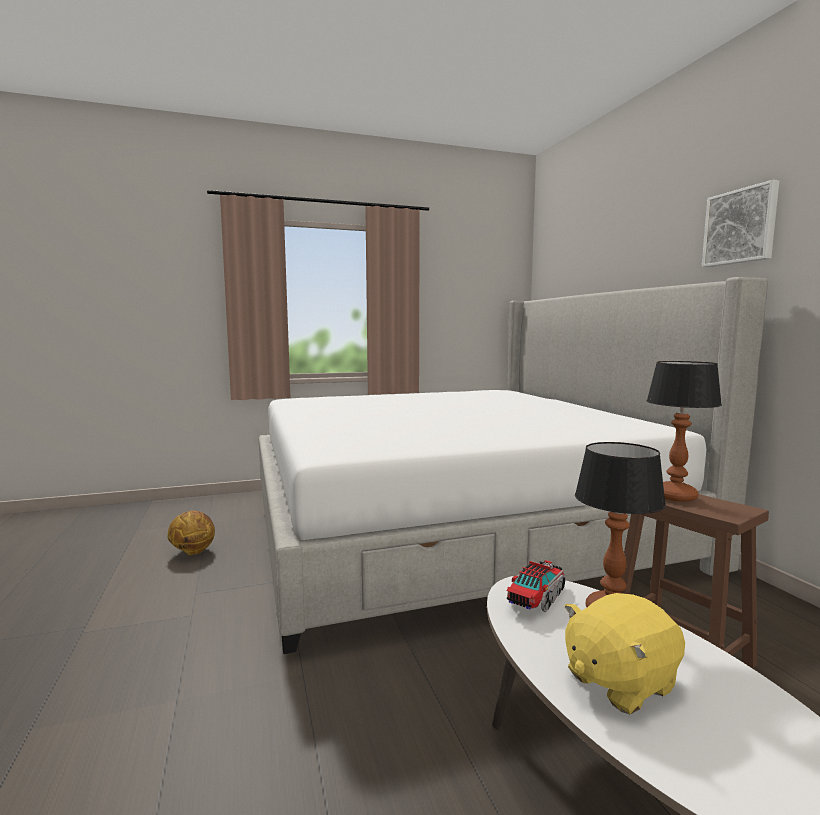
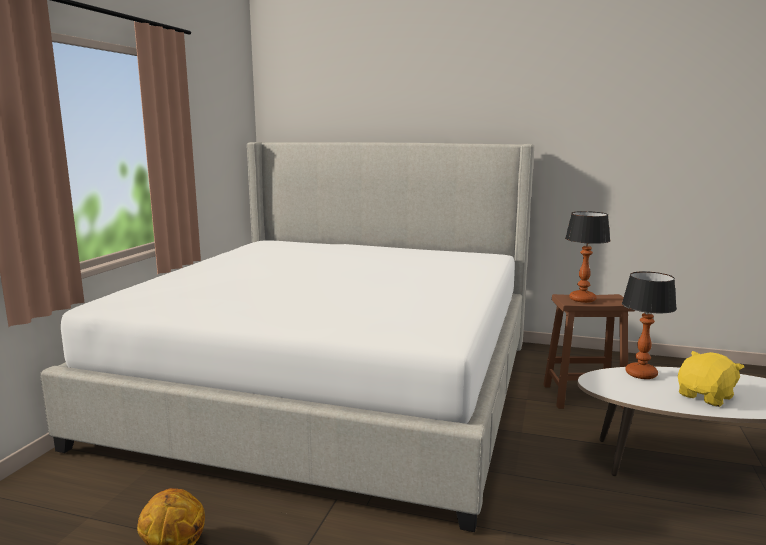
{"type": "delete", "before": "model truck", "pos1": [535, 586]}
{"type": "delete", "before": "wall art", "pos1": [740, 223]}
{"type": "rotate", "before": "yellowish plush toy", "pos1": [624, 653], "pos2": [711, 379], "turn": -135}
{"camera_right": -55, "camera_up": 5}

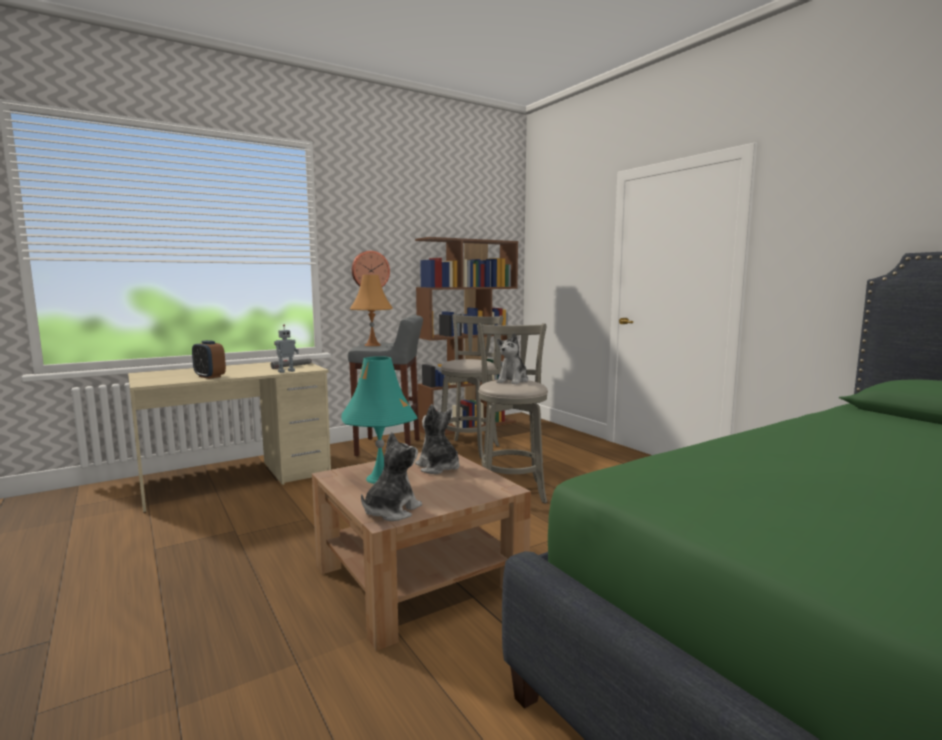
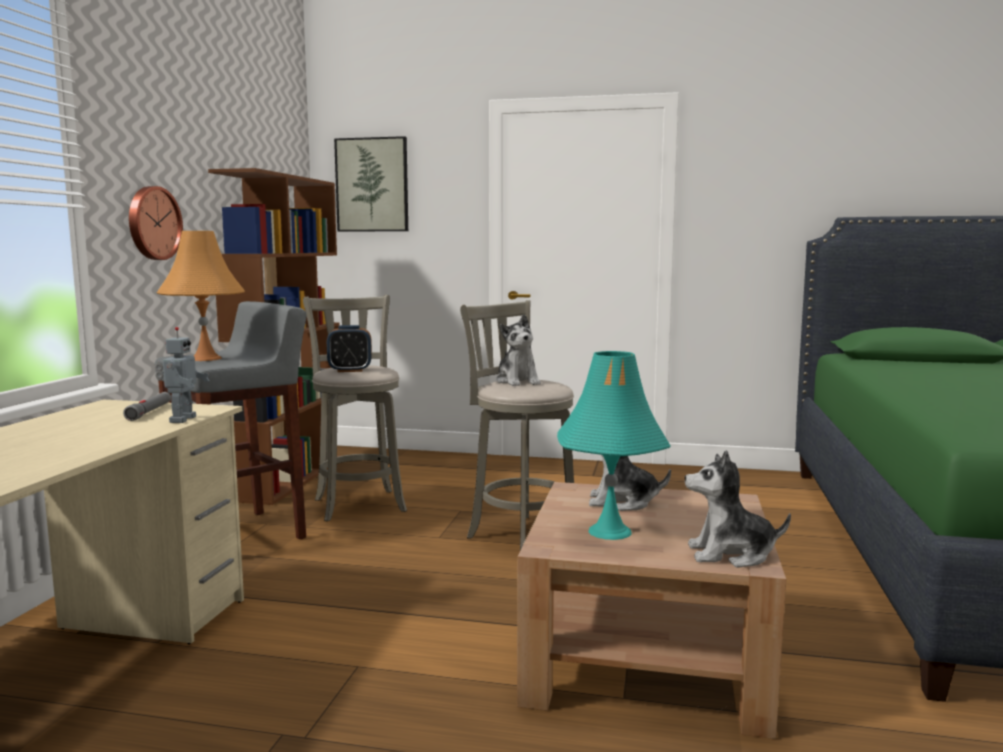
{"type": "insert", "after": "wall art", "pos2": [371, 184]}
{"type": "move", "before": "table clock", "pos1": [209, 359], "pos2": [349, 348]}
{"type": "rotate", "before": "plush toy", "pos1": [391, 476], "pos2": [738, 508], "turn": -75}
{"camera_right": -45, "camera_up": 0}

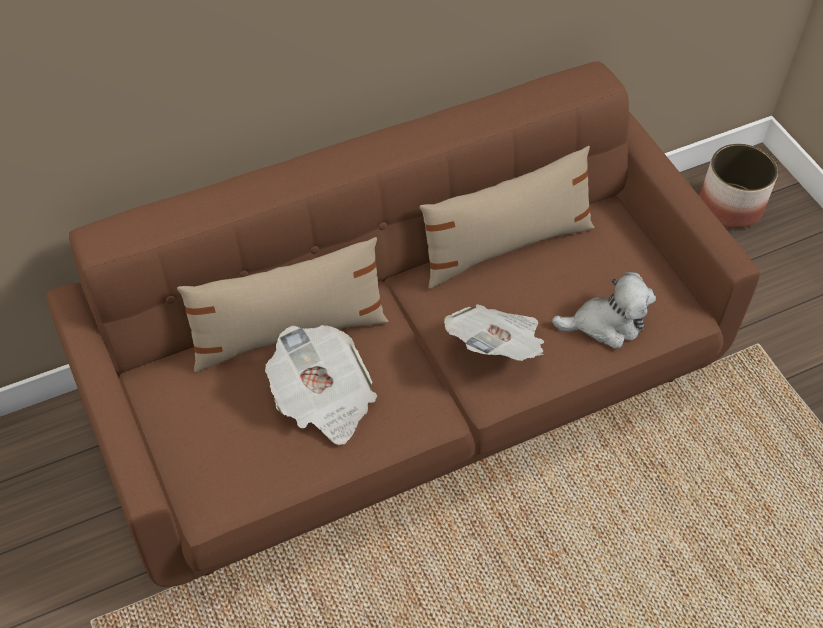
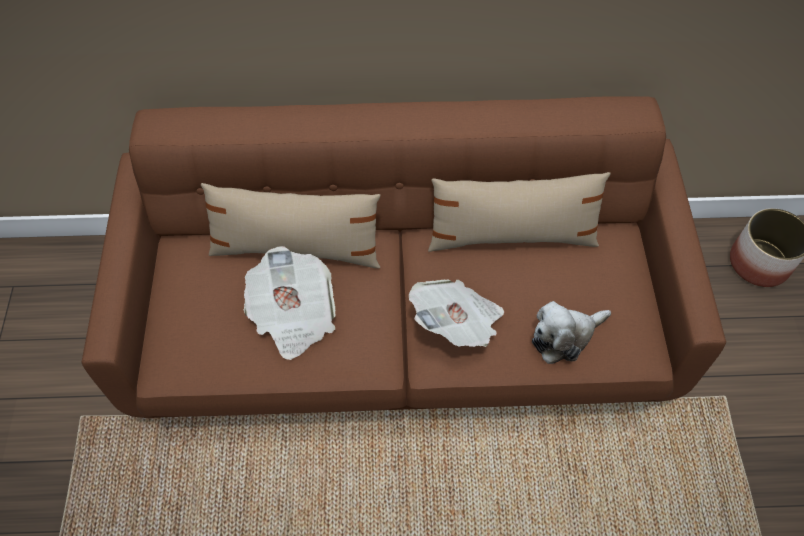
{"type": "rotate", "before": "plush toy", "pos1": [604, 310], "pos2": [571, 332], "turn": 135}
{"camera_right": 25, "camera_up": 5}

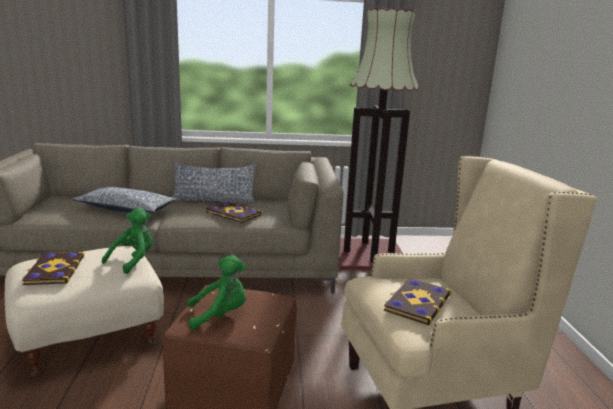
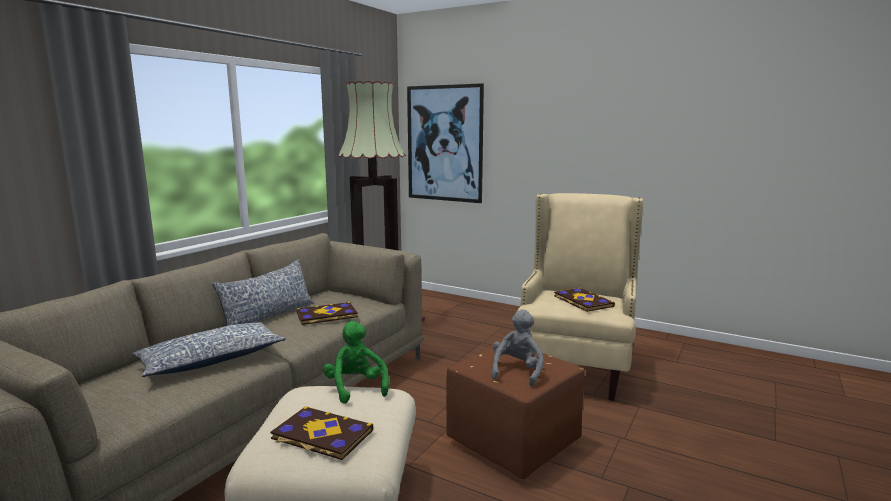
{"type": "insert", "after": "wall art", "pos2": [445, 143]}
{"type": "recolor", "before": "greenish plush toy", "after": "gray plush toy", "pos1": [216, 292], "pos2": [517, 348]}
{"camera_right": -55, "camera_up": -5}

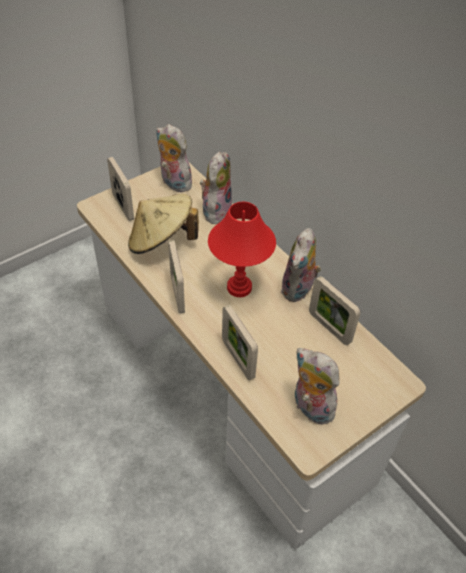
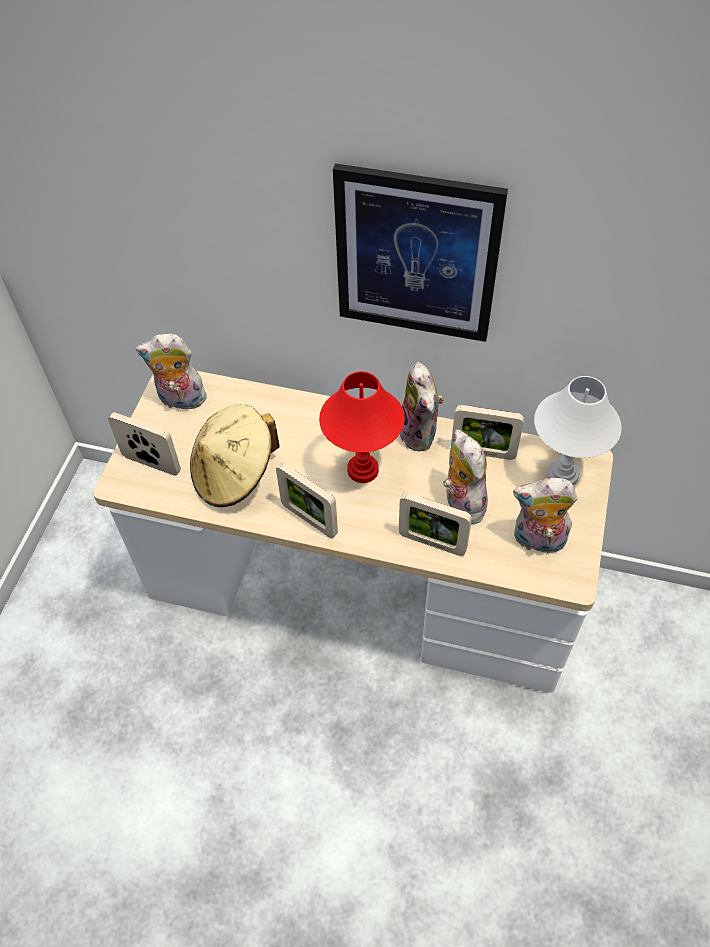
{"type": "insert", "after": "wall art", "pos2": [420, 252]}
{"type": "insert", "after": "white-coloured table lamp", "pos2": [578, 431]}
{"type": "move", "before": "plush toy", "pos1": [216, 188], "pos2": [466, 476]}
{"camera_right": -35, "camera_up": 5}

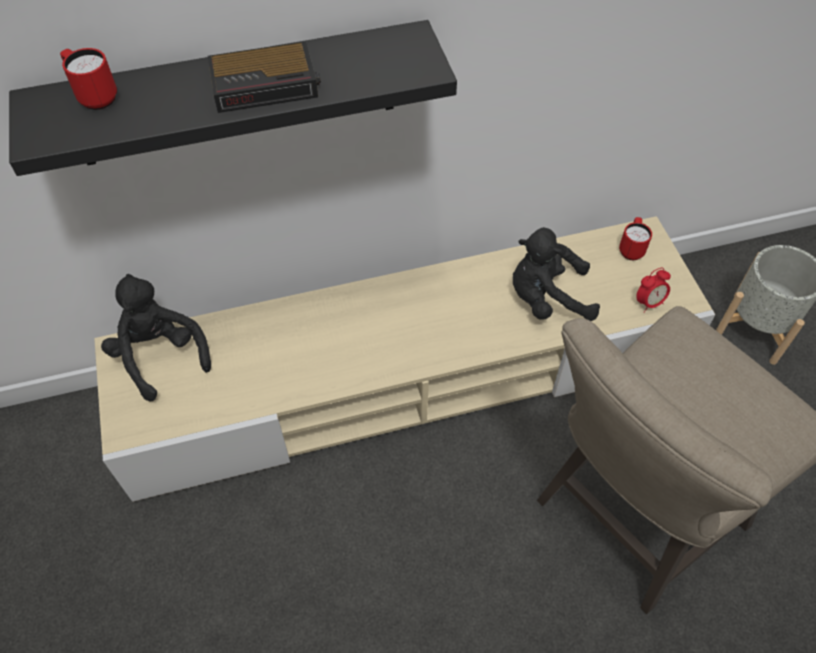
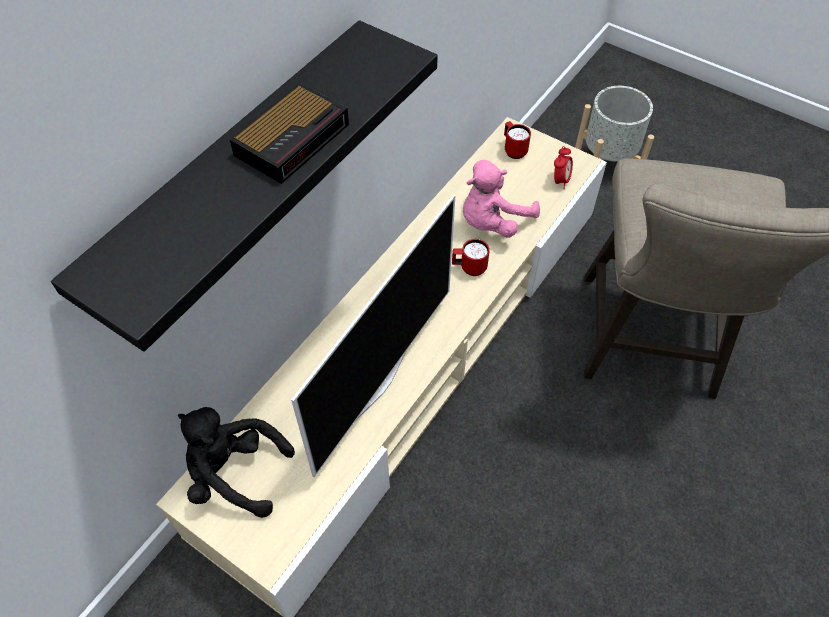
{"type": "insert", "after": "TV set", "pos2": [373, 335]}
{"type": "move", "before": "red mug", "pos1": [88, 79], "pos2": [471, 257]}
{"type": "recolor", "before": "blackish plush toy", "after": "pinkish plush toy", "pos1": [556, 274], "pos2": [501, 199]}
{"camera_right": -40, "camera_up": 0}

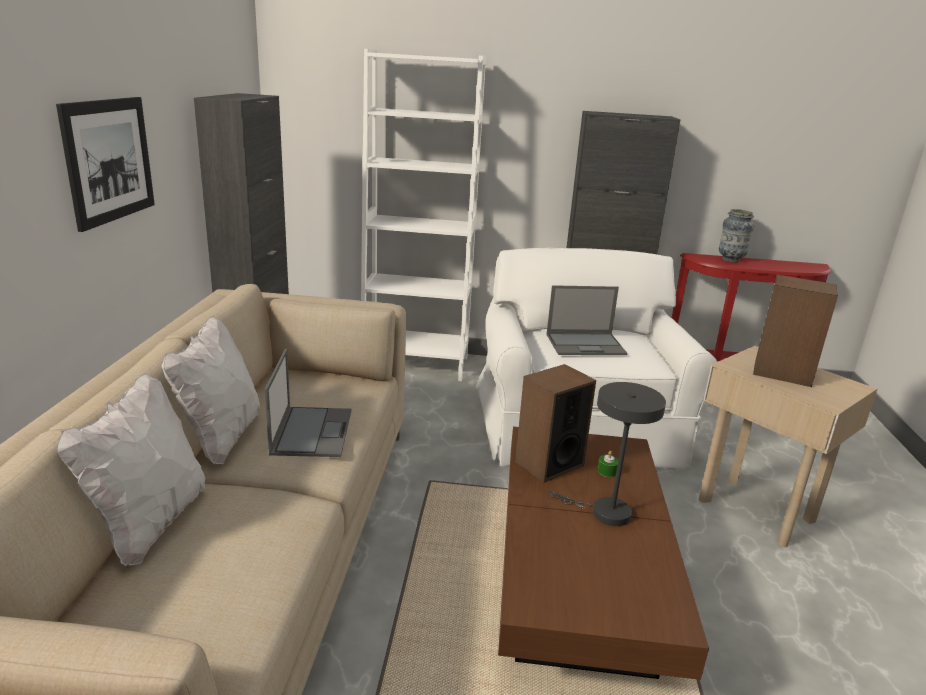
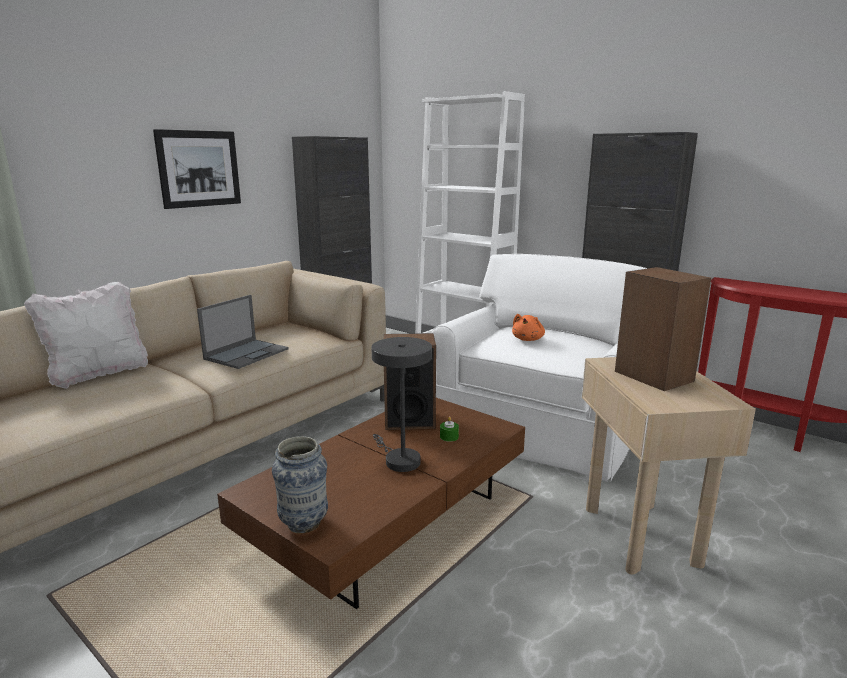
{"type": "delete", "before": "white-coloured pillow", "pos1": [211, 390]}
{"type": "move", "before": "vase", "pos1": [736, 235], "pos2": [300, 485]}
{"type": "replace", "before": "laptop", "after": "orange plush toy", "pos1": [586, 320], "pos2": [528, 327]}
{"camera_right": 35, "camera_up": -5}

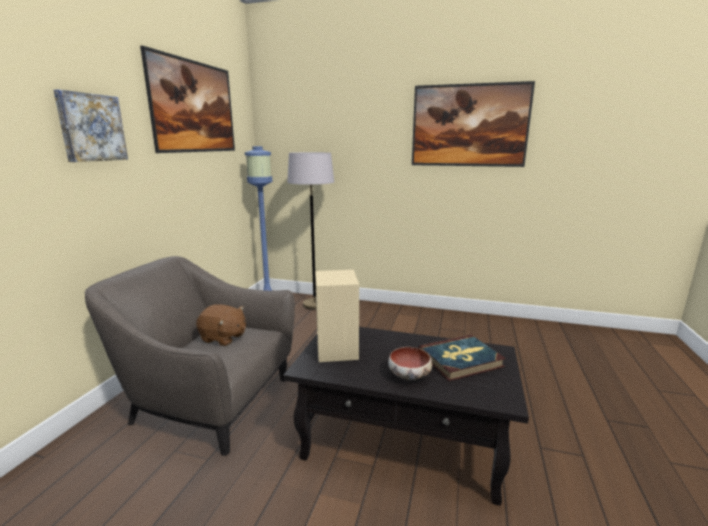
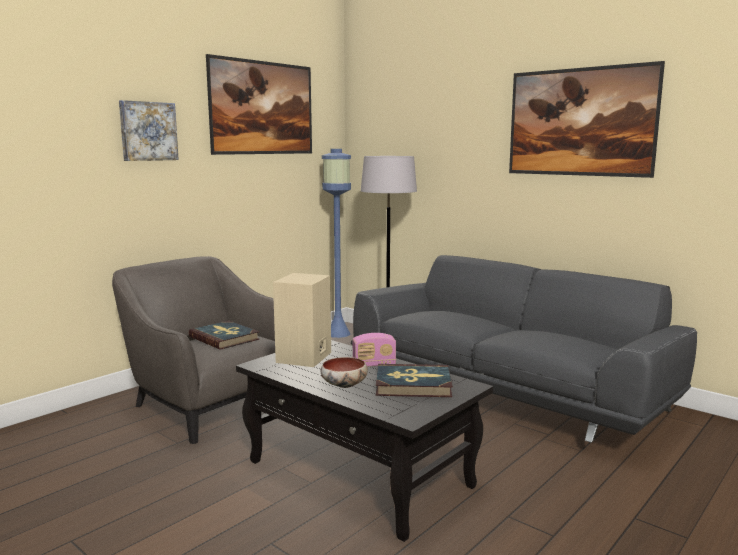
{"type": "insert", "after": "gray sofa", "pos2": [524, 349]}
{"type": "insert", "after": "radio", "pos2": [374, 350]}
{"type": "replace", "before": "brown plush toy", "after": "bound book", "pos1": [221, 325], "pos2": [224, 335]}
{"camera_right": 25, "camera_up": -5}

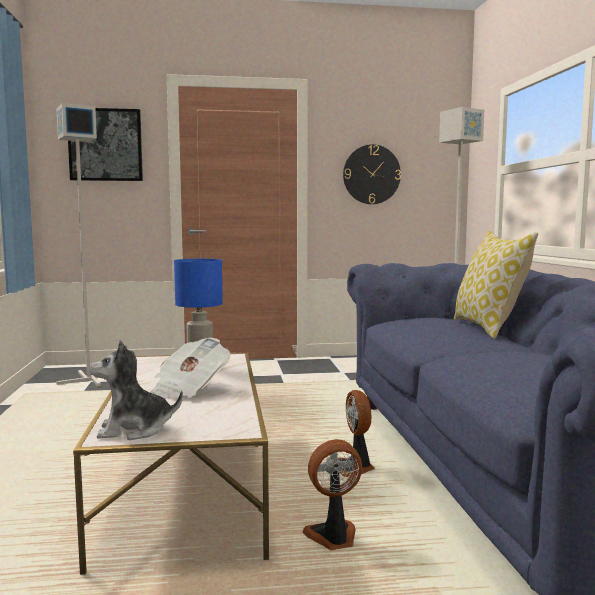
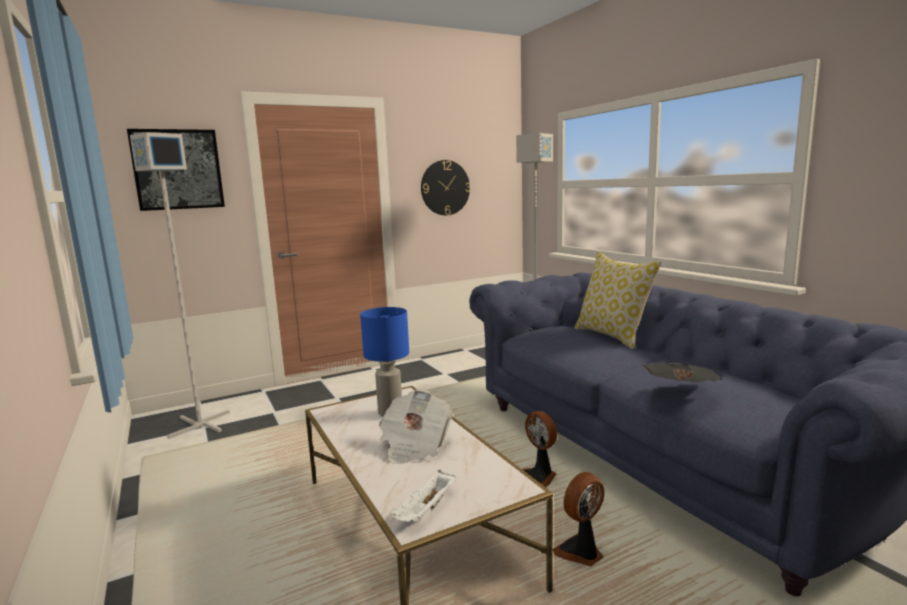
{"type": "insert", "after": "printed paper", "pos2": [681, 372]}
{"type": "replace", "before": "plush toy", "after": "white-coloured carrying tray", "pos1": [136, 390], "pos2": [423, 496]}
{"camera_right": -20, "camera_up": 5}

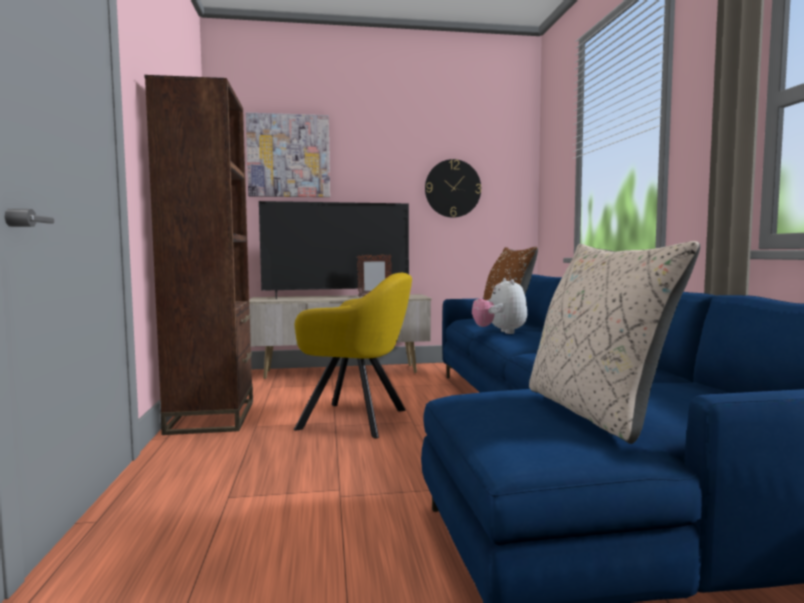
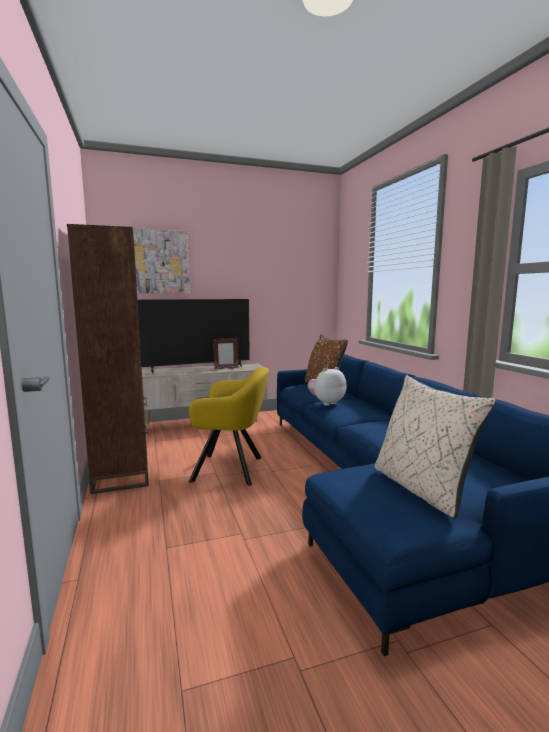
{"type": "delete", "before": "hanging clock", "pos1": [453, 188]}
{"type": "rotate", "before": "plush toy", "pos1": [499, 306], "pos2": [326, 386], "turn": 75}
{"camera_right": -10, "camera_up": 5}

